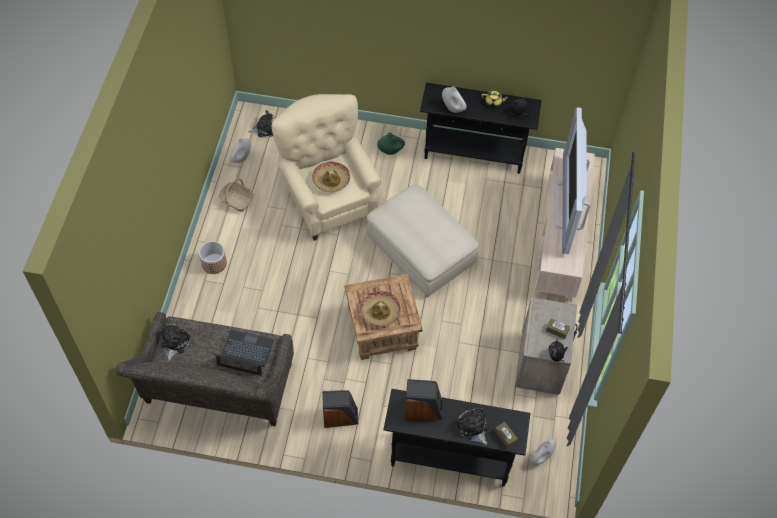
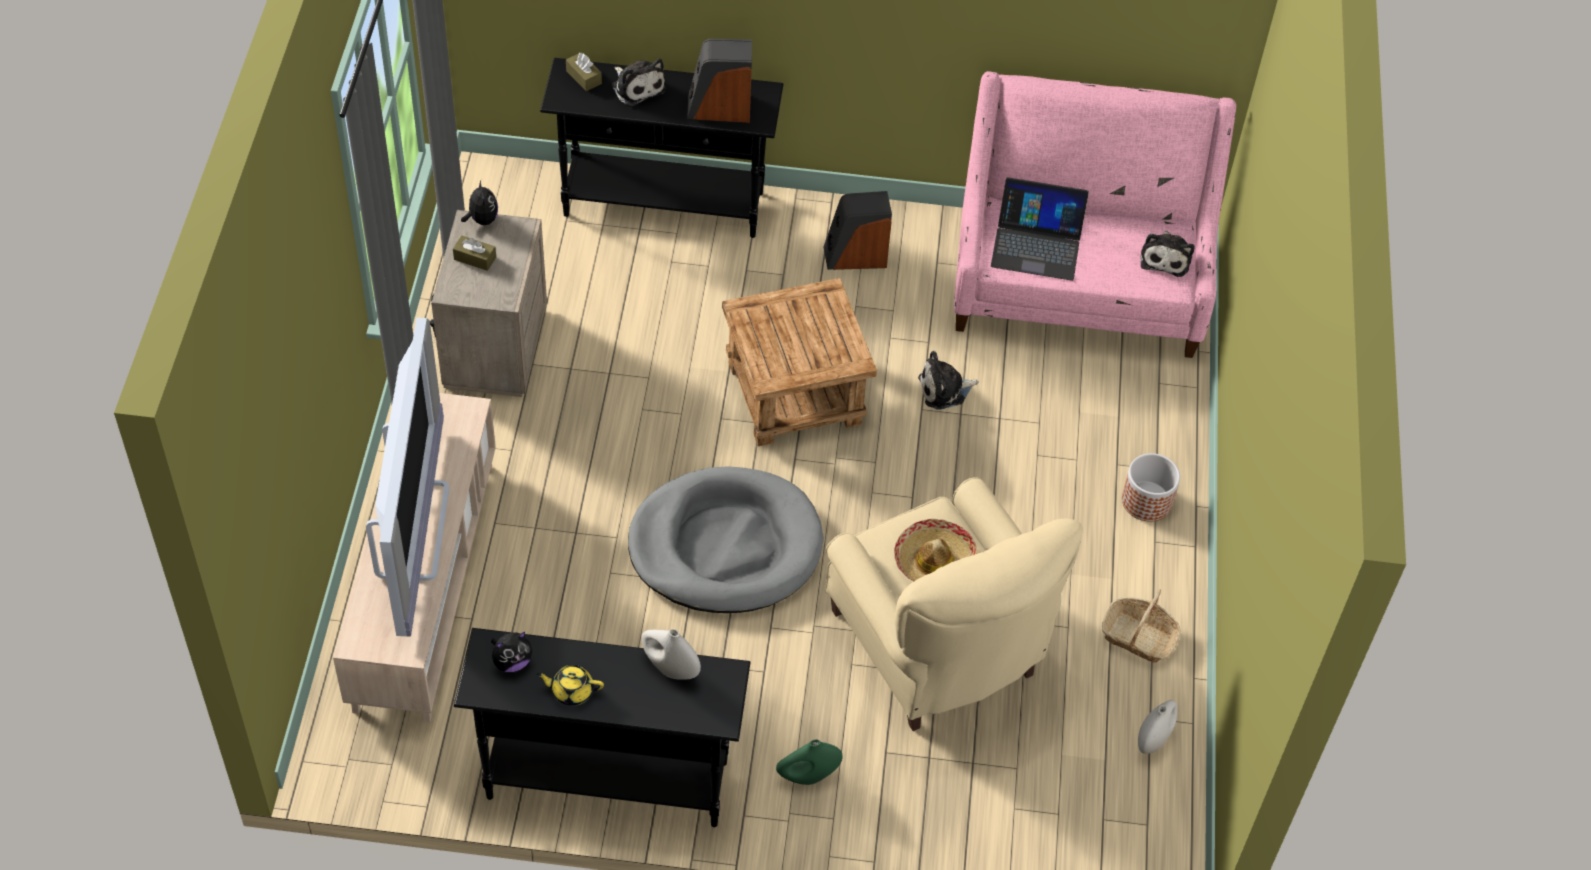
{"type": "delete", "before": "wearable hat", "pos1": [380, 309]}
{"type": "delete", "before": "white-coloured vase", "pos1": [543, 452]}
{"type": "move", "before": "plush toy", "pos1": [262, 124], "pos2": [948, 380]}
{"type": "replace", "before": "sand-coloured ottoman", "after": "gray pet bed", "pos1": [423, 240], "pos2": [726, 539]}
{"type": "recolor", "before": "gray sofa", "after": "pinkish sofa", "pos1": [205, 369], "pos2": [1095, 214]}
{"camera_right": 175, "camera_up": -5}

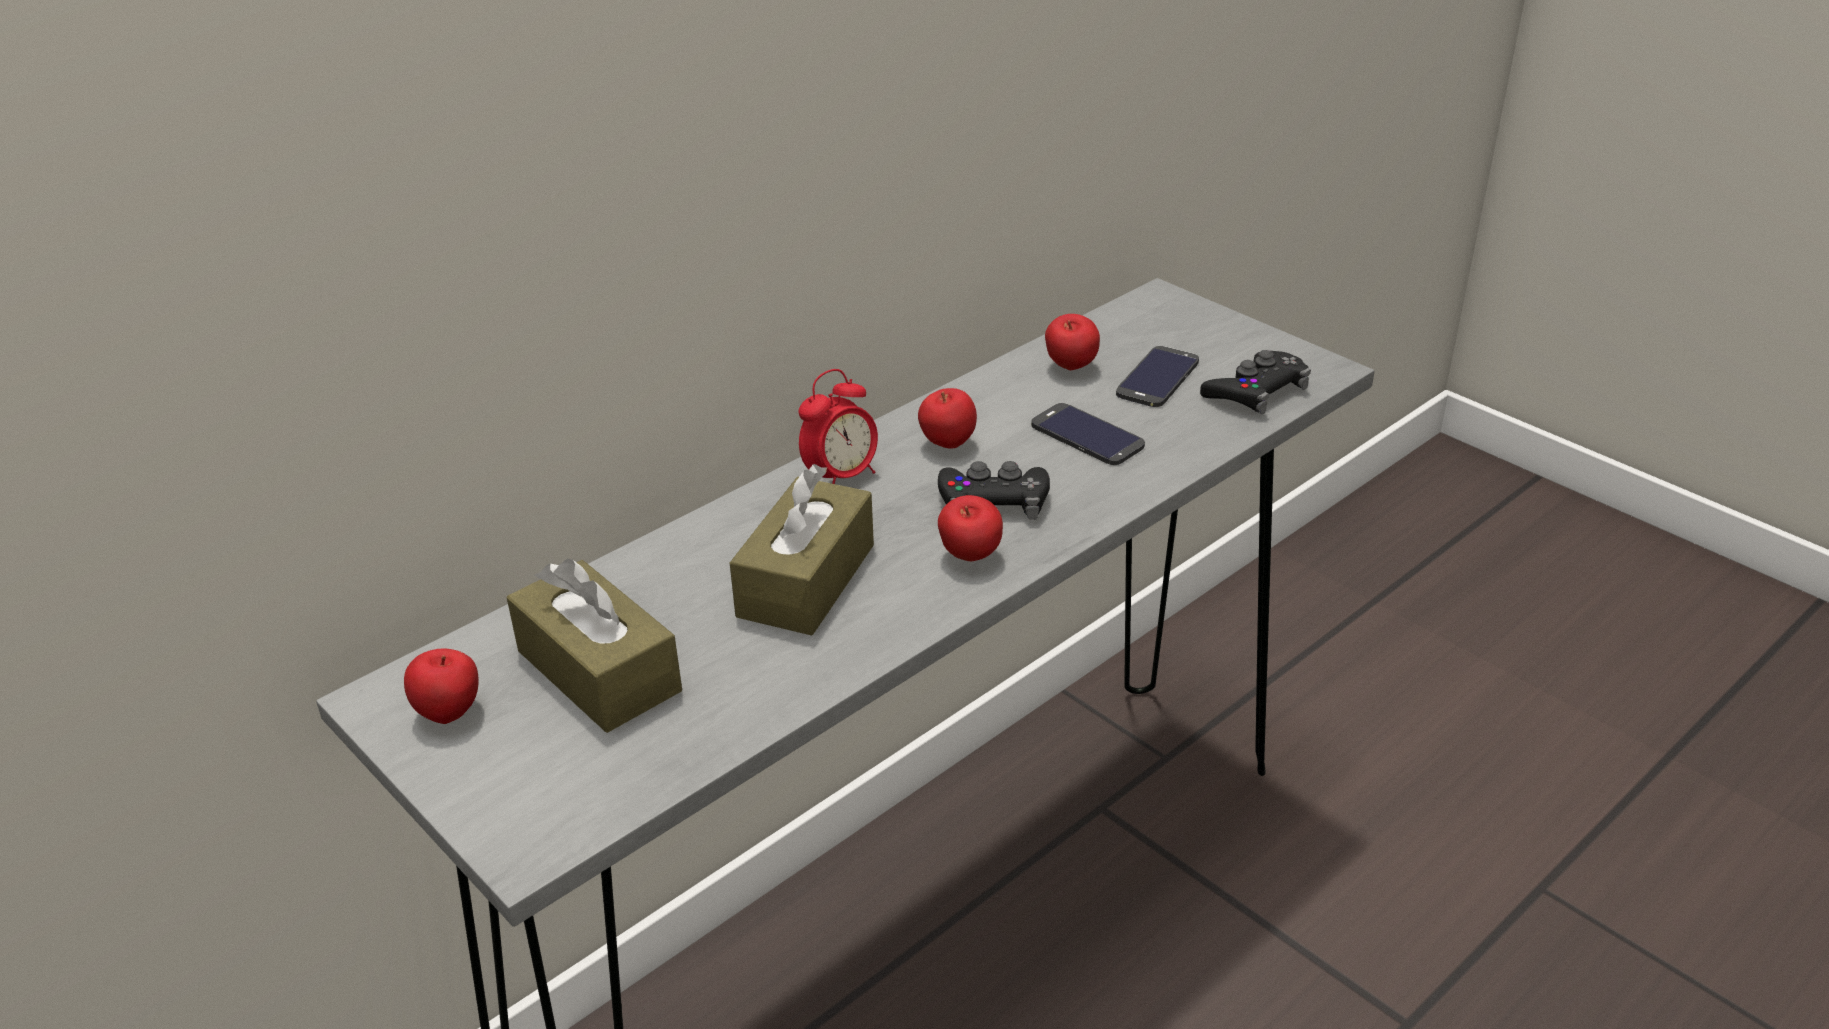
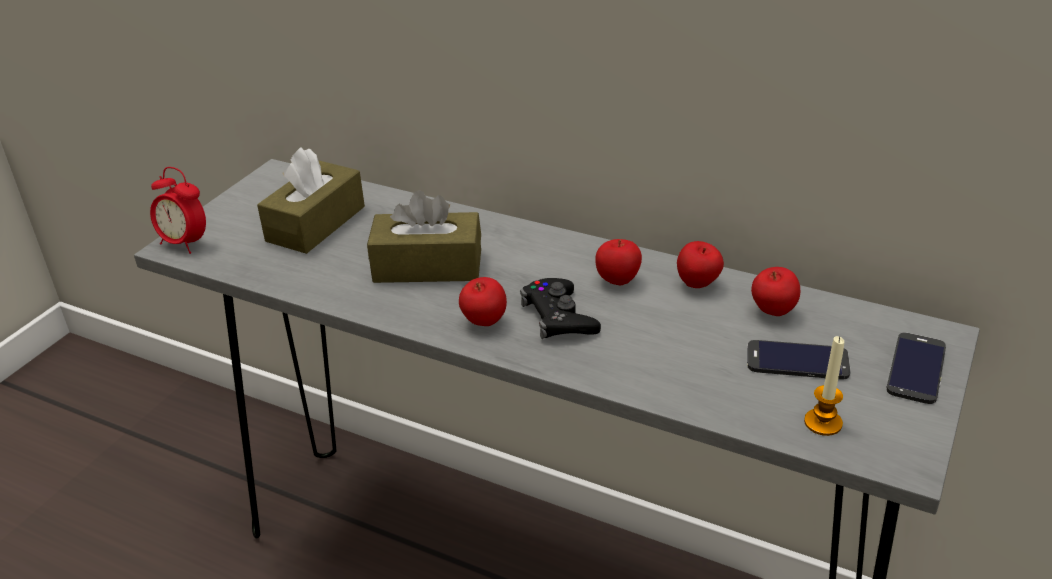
{"type": "move", "before": "apple", "pos1": [441, 686], "pos2": [700, 264]}
{"type": "move", "before": "table clock", "pos1": [838, 426], "pos2": [178, 210]}
{"type": "move", "before": "handset", "pos1": [1088, 434], "pos2": [916, 368]}
{"type": "replace", "before": "blackish joypad", "after": "wax light", "pos1": [1255, 382], "pos2": [824, 386]}
{"camera_right": 70, "camera_up": 0}

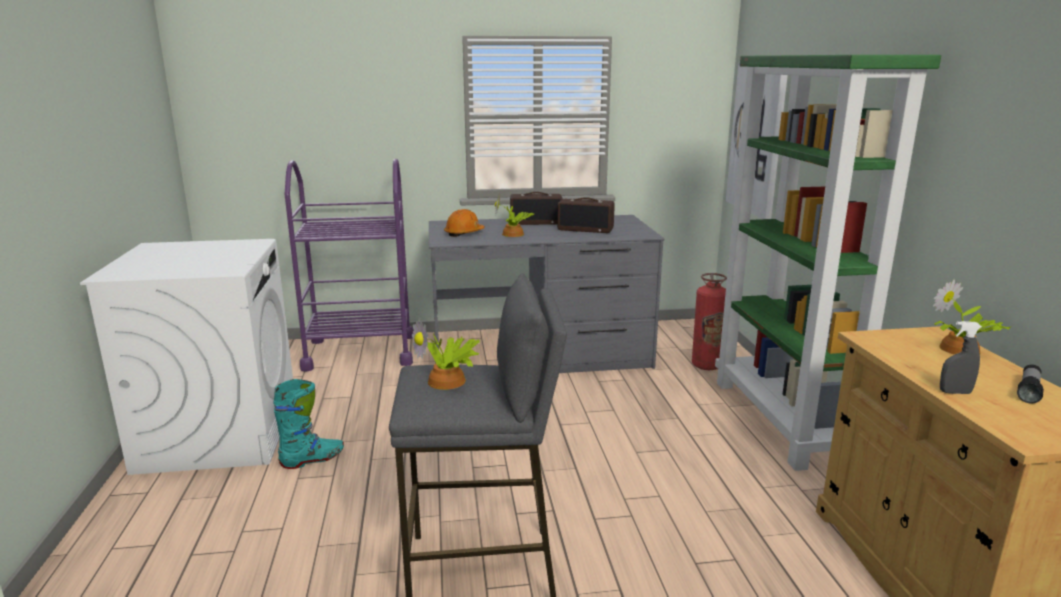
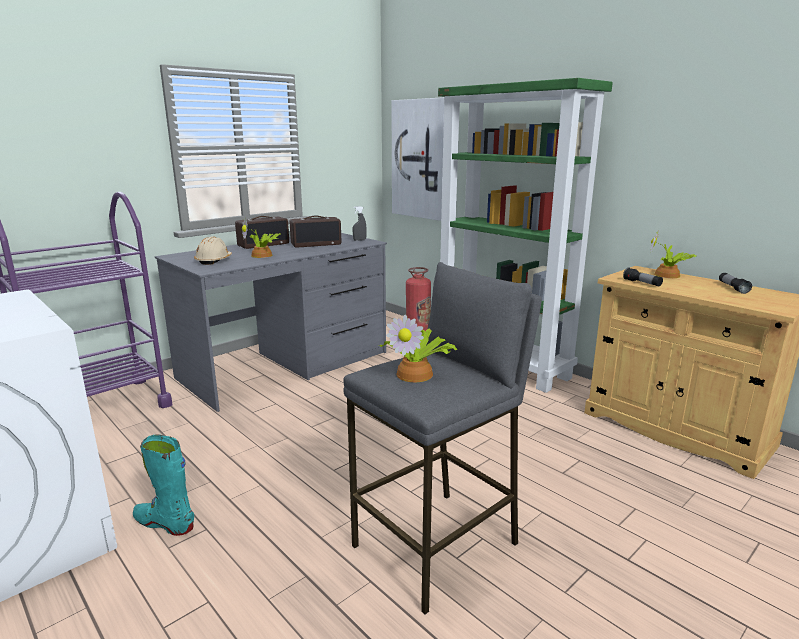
{"type": "insert", "after": "torch", "pos2": [643, 277]}
{"type": "move", "before": "gray spray bottle", "pos1": [961, 357], "pos2": [360, 223]}
{"type": "recolor", "before": "orange safety helmet", "after": "sand-coloured safety helmet", "pos1": [464, 223], "pos2": [213, 250]}
{"type": "rotate", "before": "turquoise-coloured tall boot", "pos1": [308, 424], "pos2": [163, 485], "turn": -90}
{"camera_right": -35, "camera_up": 0}

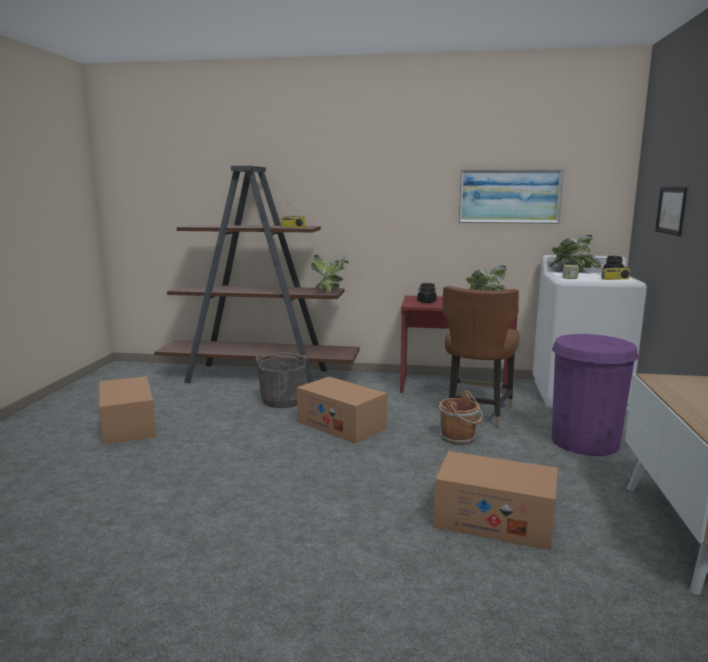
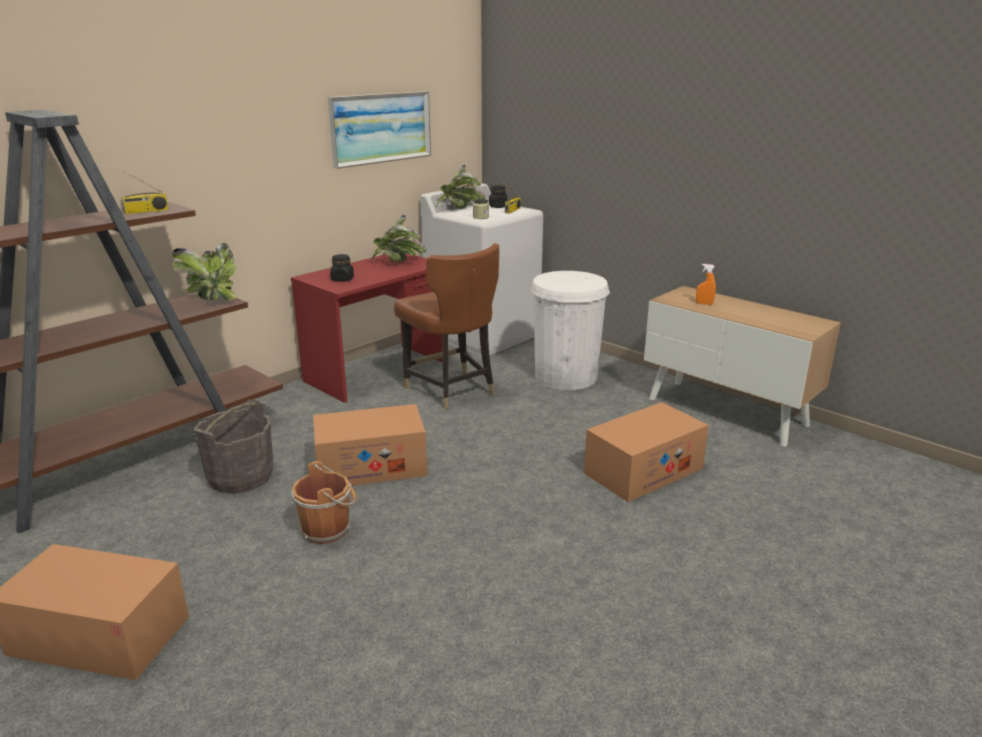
{"type": "delete", "before": "wall art", "pos1": [671, 211]}
{"type": "insert", "after": "orange spray bottle", "pos2": [706, 284]}
{"type": "move", "before": "brown bucket", "pos1": [461, 418], "pos2": [324, 502]}
{"type": "recolor", "before": "purple rubbish bin", "after": "white-coloured rubbish bin", "pos1": [595, 395], "pos2": [570, 330]}
{"camera_right": -55, "camera_up": 10}

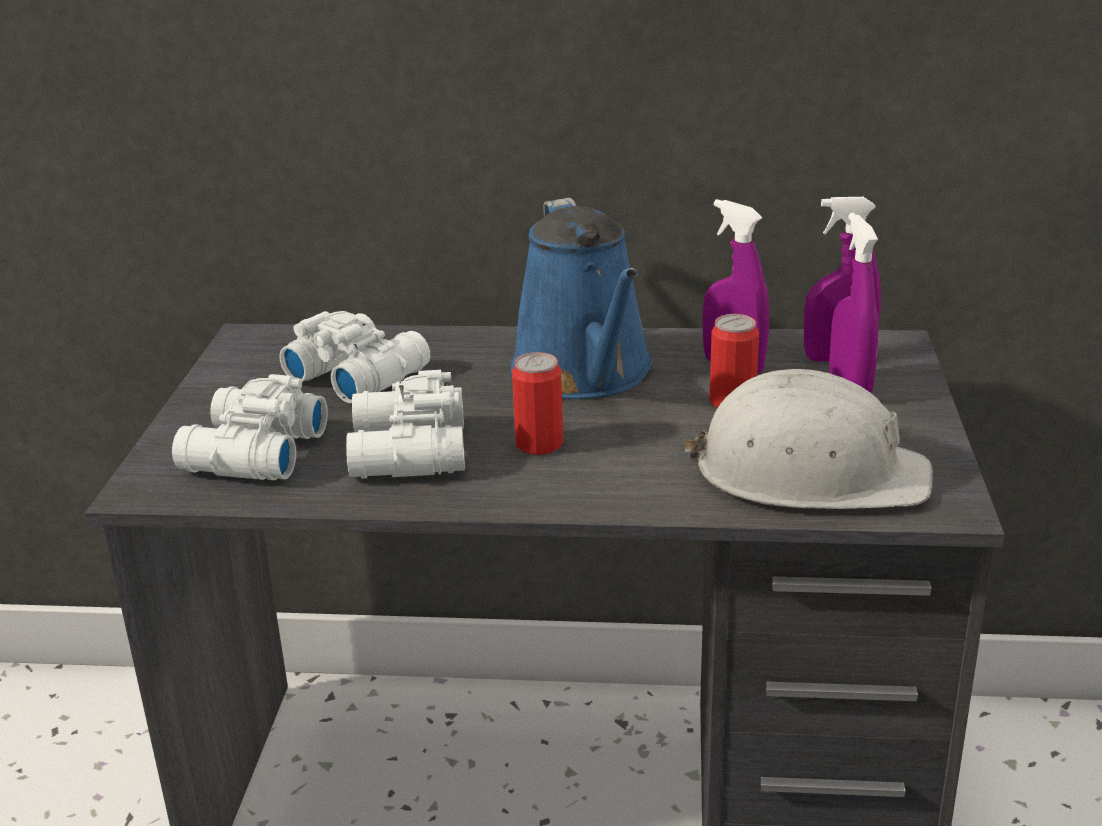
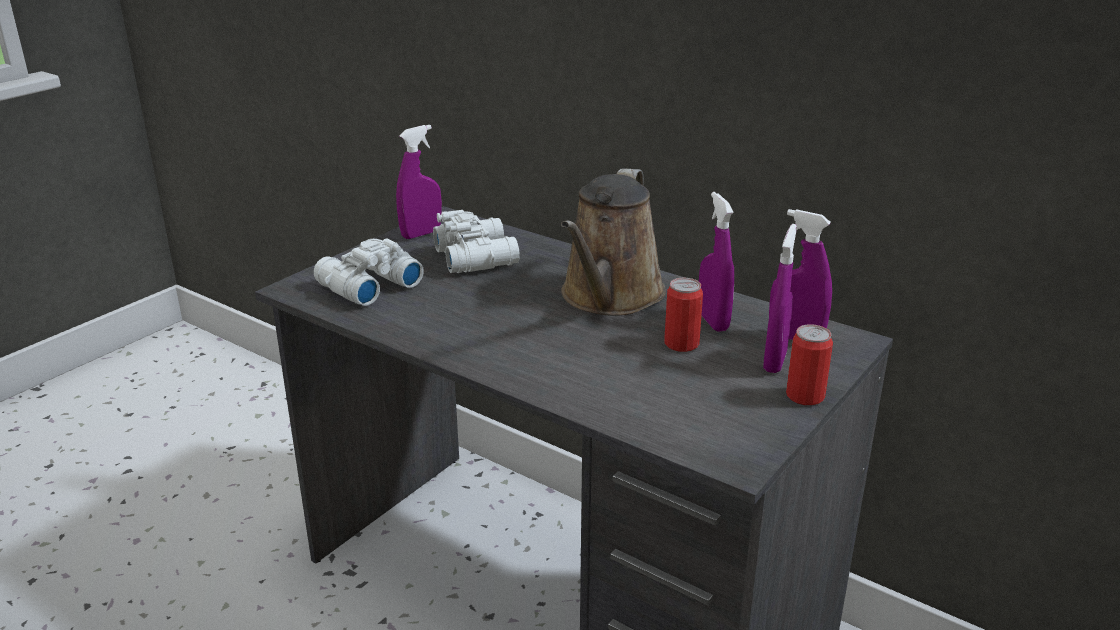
{"type": "delete", "before": "white-coloured pair of binoculars", "pos1": [405, 424]}
{"type": "delete", "before": "white-coloured safety helmet", "pos1": [808, 439]}
{"type": "insert", "after": "purple spray bottle", "pos2": [419, 182]}
{"type": "move", "before": "sealed can", "pos1": [537, 403], "pos2": [809, 364]}
{"type": "recolor", "before": "bluish watering can", "after": "brown watering can", "pos1": [581, 298], "pos2": [613, 242]}
{"camera_right": 30, "camera_up": 0}

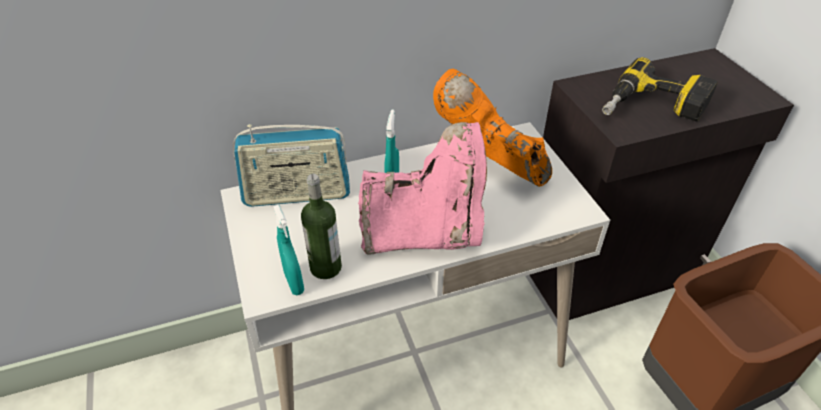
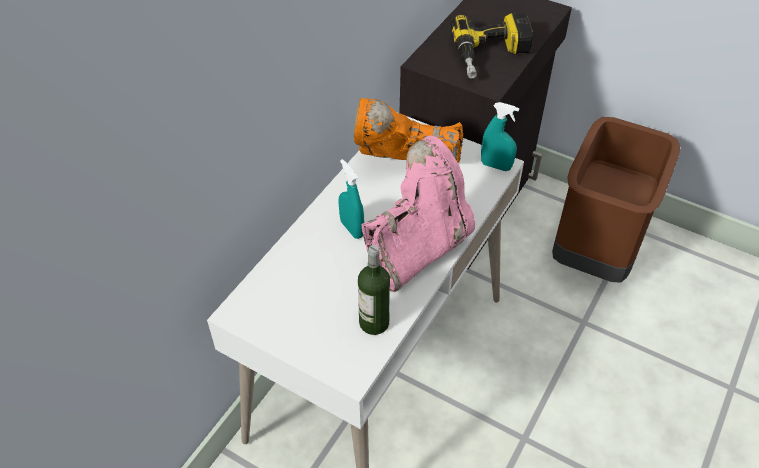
{"type": "delete", "before": "radio", "pos1": [291, 165]}
{"type": "move", "before": "turquoise-coloured spray bottle", "pos1": [288, 250], "pos2": [500, 136]}
{"camera_right": -40, "camera_up": 5}

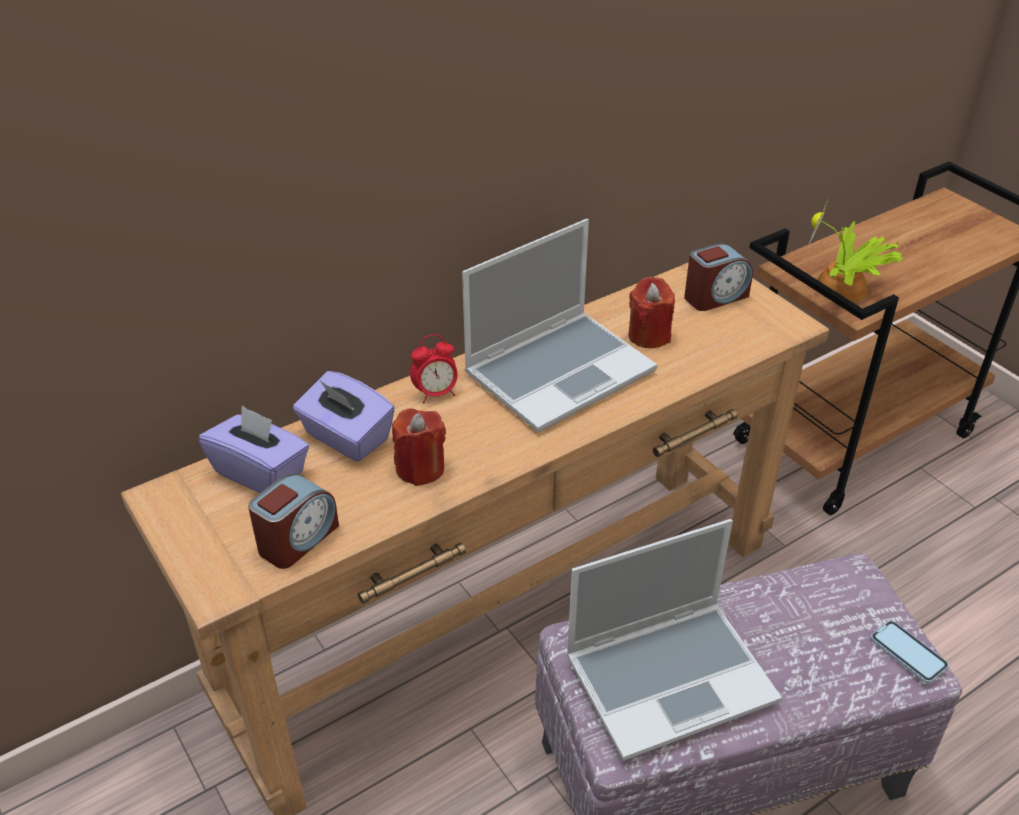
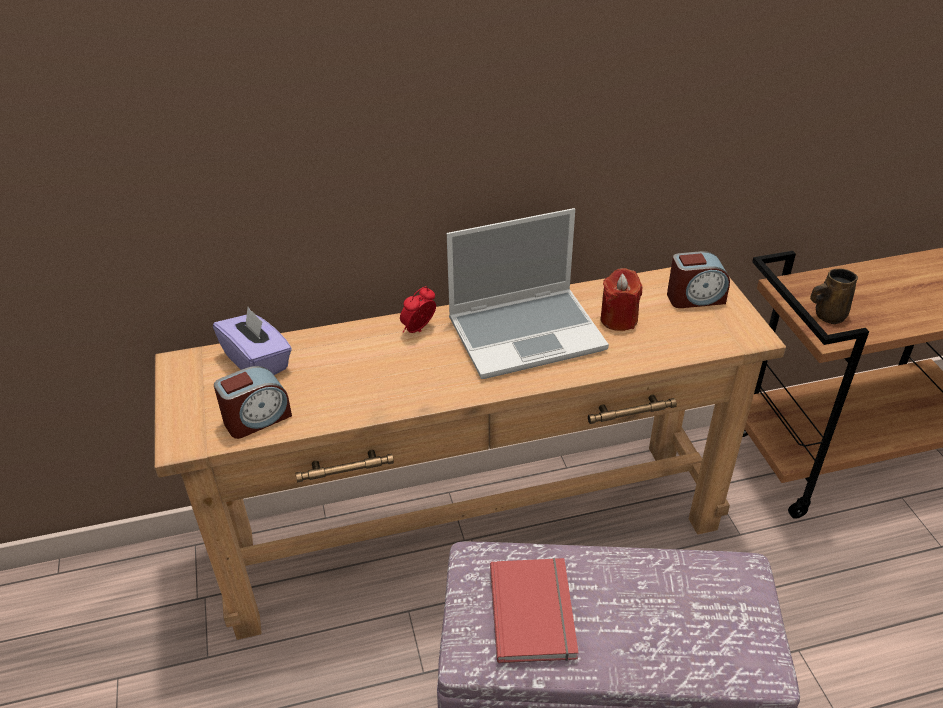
{"type": "delete", "before": "purple box of tissues", "pos1": [344, 416]}
{"type": "delete", "before": "red wax light", "pos1": [419, 447]}
{"type": "delete", "before": "handset", "pos1": [910, 652]}
{"type": "replace", "before": "laptop", "after": "red bound book", "pos1": [674, 640], "pos2": [534, 610]}
{"type": "replace", "before": "potted plant", "after": "brown mug", "pos1": [856, 250], "pos2": [834, 296]}
{"type": "rotate", "before": "table clock", "pos1": [433, 369], "pos2": [418, 309], "turn": 135}
{"camera_right": 20, "camera_up": 0}

